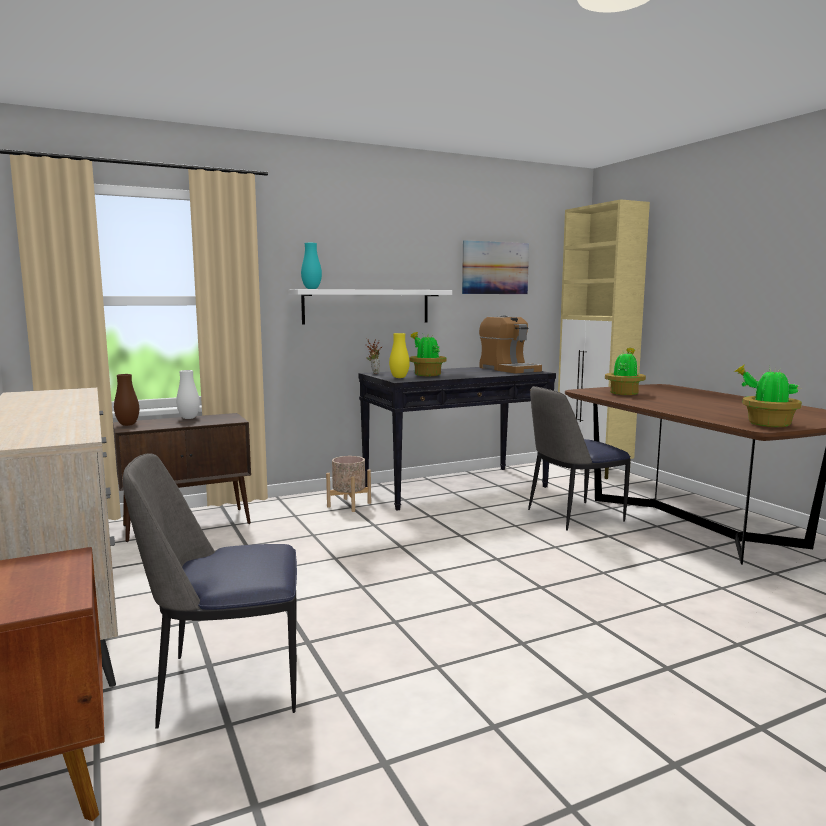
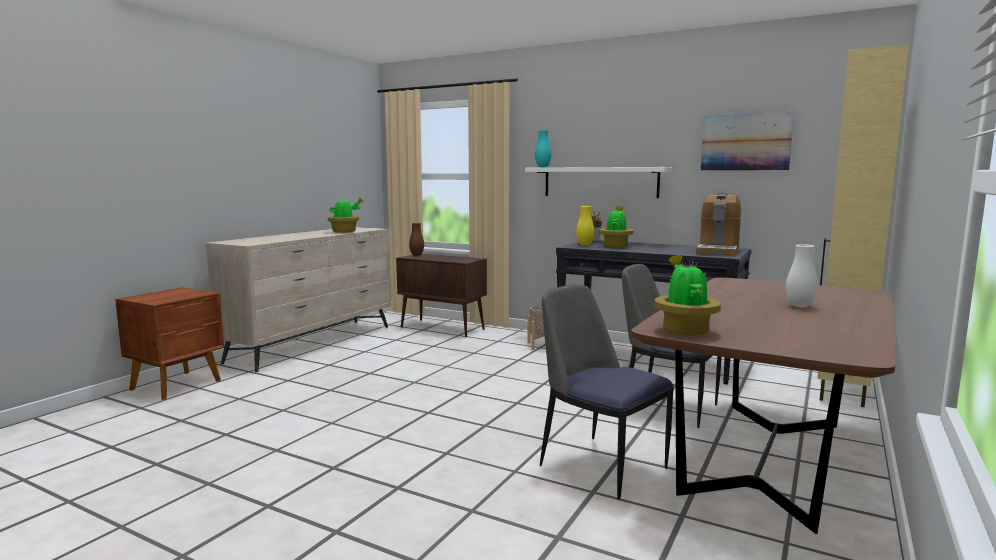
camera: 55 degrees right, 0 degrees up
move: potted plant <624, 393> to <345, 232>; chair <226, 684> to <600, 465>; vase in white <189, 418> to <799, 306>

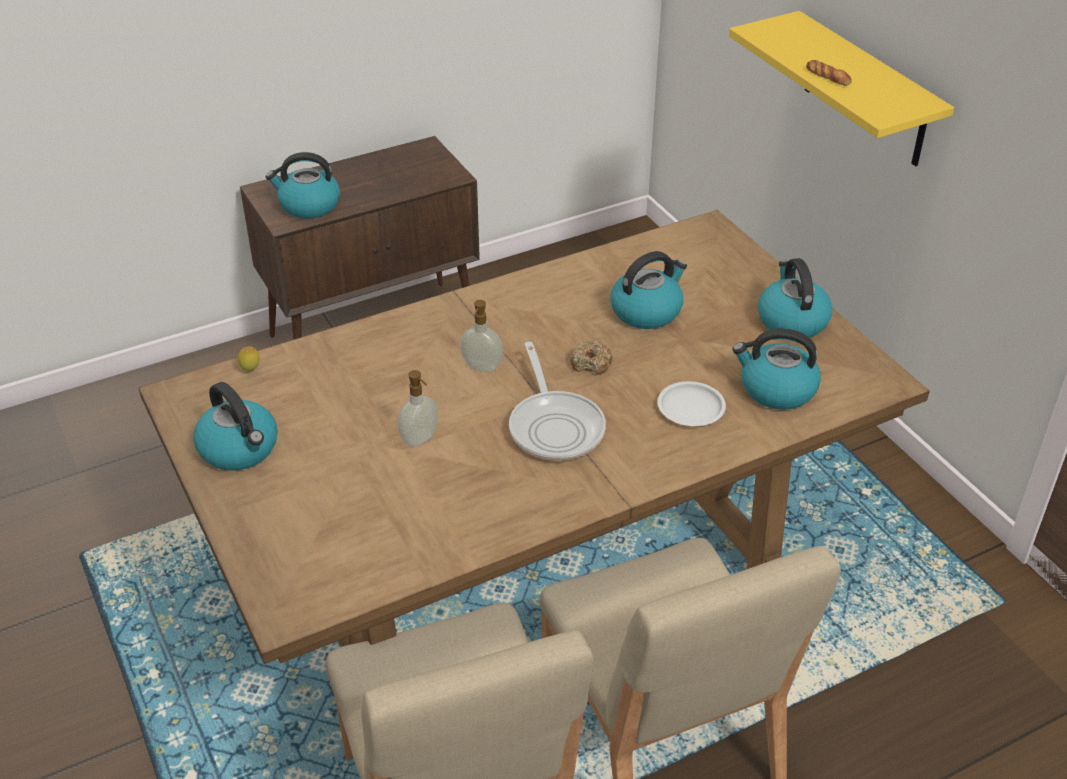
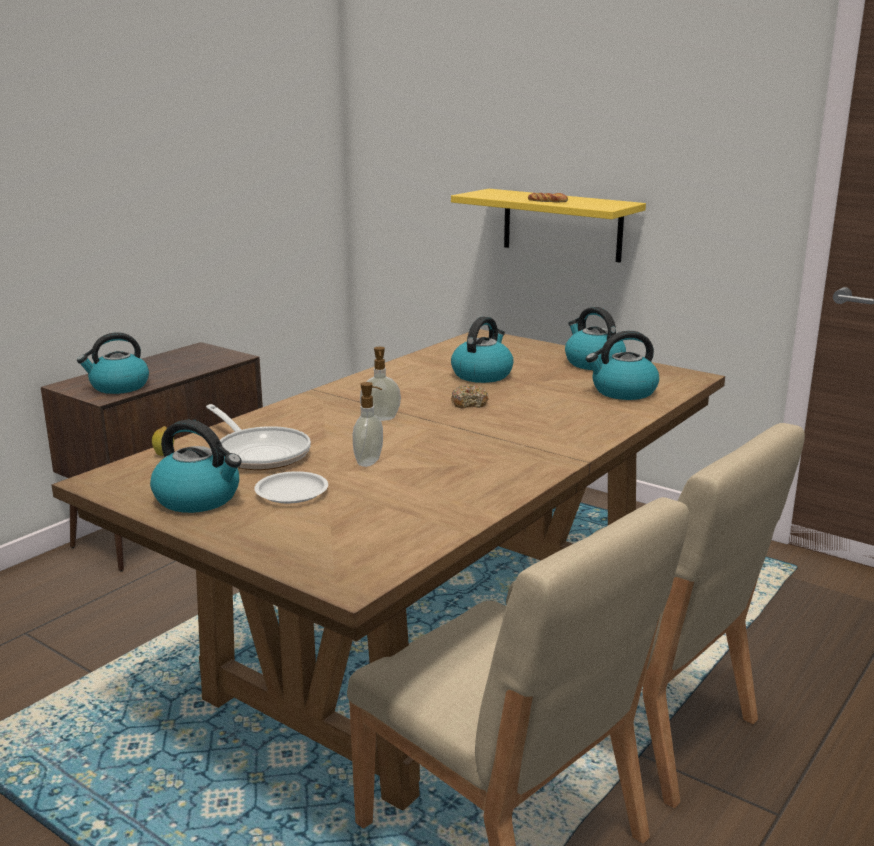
camera: 25 degrees left, 20 degrees down
move: frying pan <555, 426> to <260, 453>; plate in white <690, 408> to <291, 492>

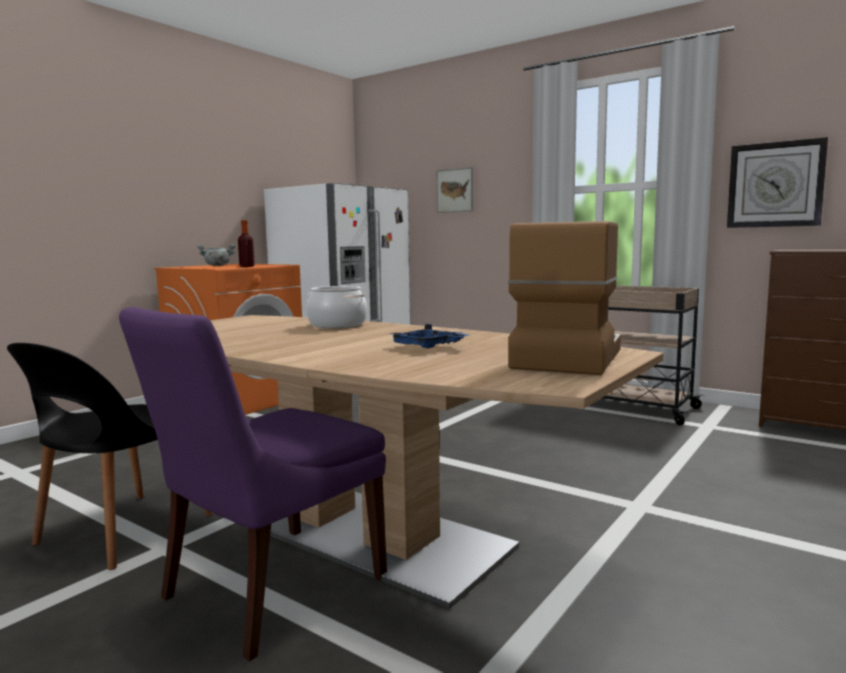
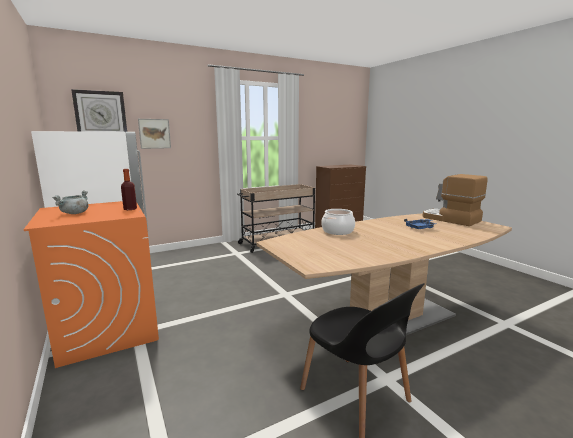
camera: 65 degrees left, 5 degrees up
delete: chair in purple <269, 591>
move: wall clock <775, 185> to <100, 114>

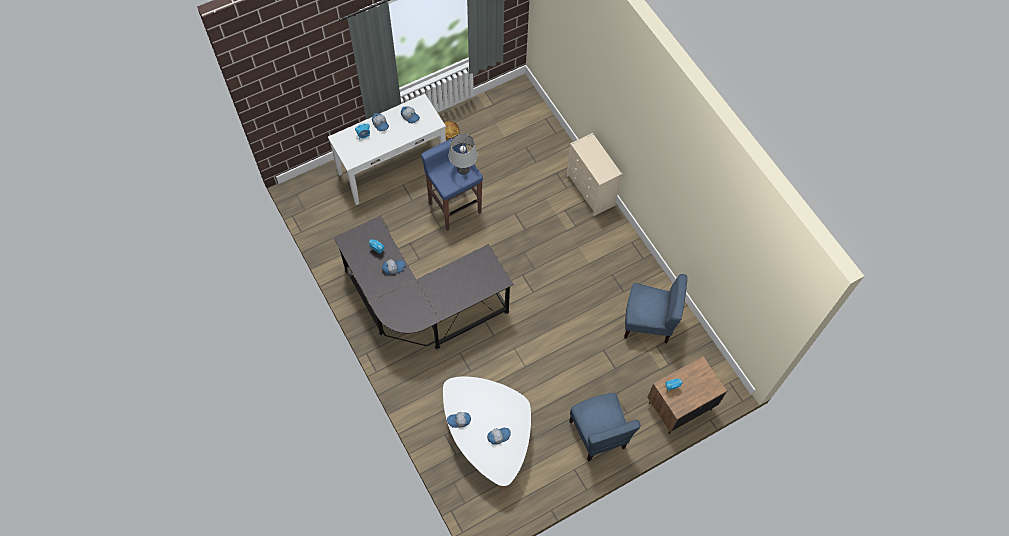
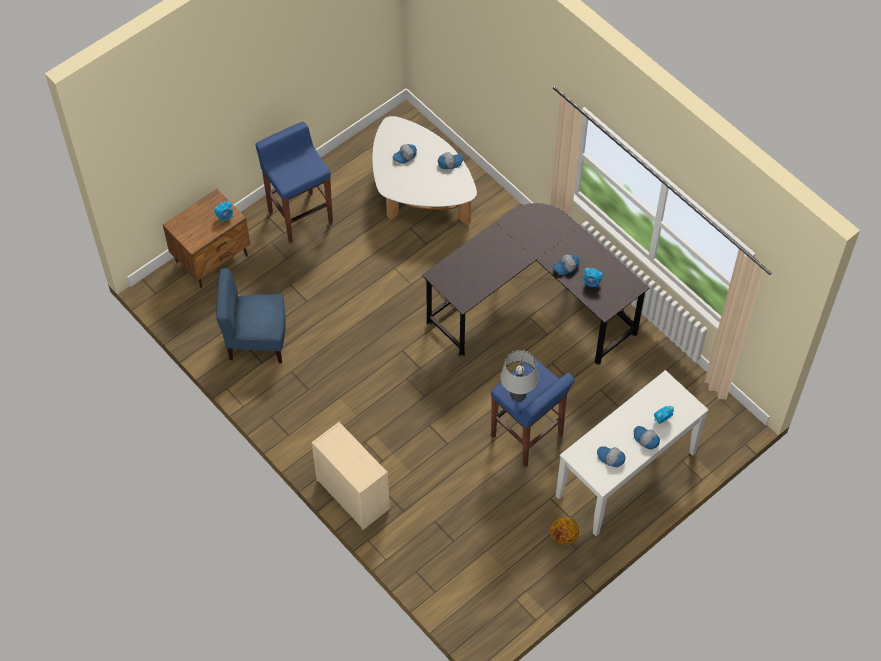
camera: 170 degrees right, 5 degrees down
replace: chair in blue <598, 434> to stool in blue <300, 216>

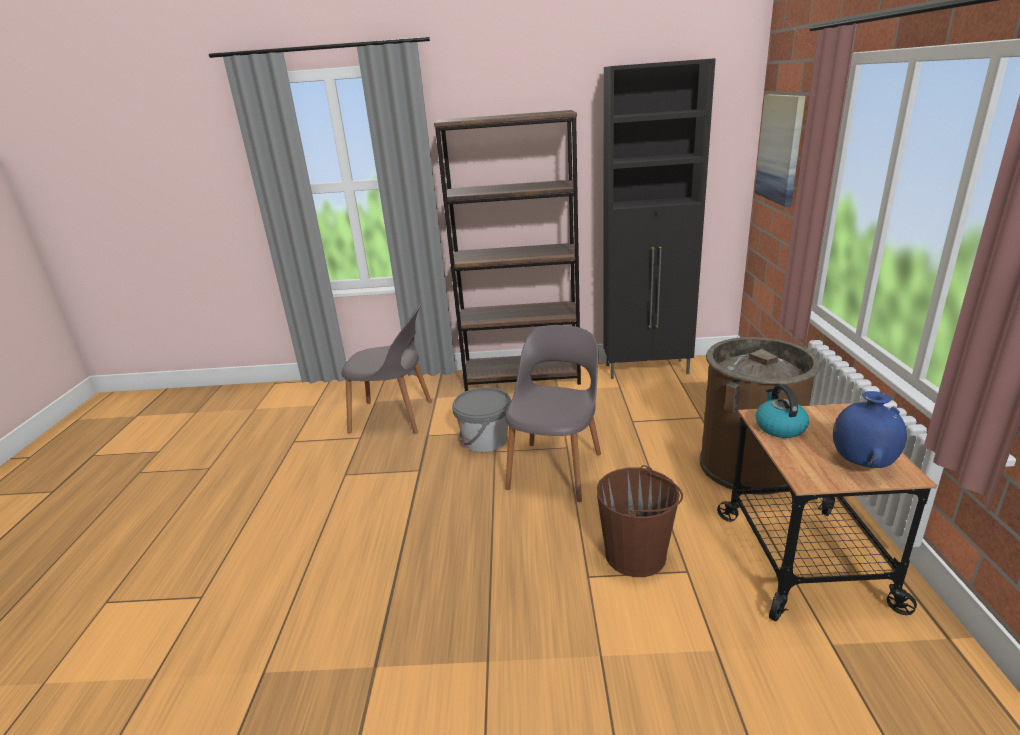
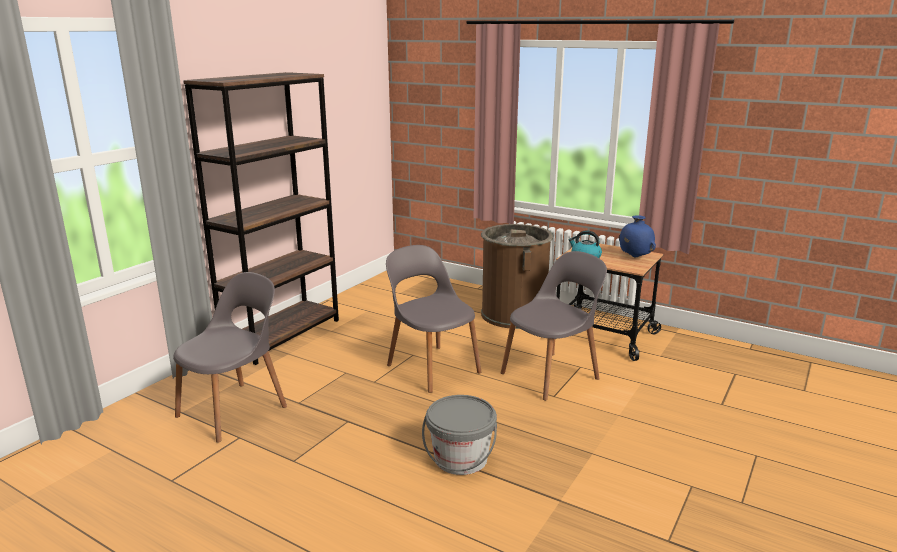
camera: 60 degrees left, 5 degrees down
delete: cabinet in black <648, 369>; picture <780, 148>
move: bucket in grey <485, 440> to <460, 459>
replace: bucket in brown <636, 555> to chair in grey <551, 375>

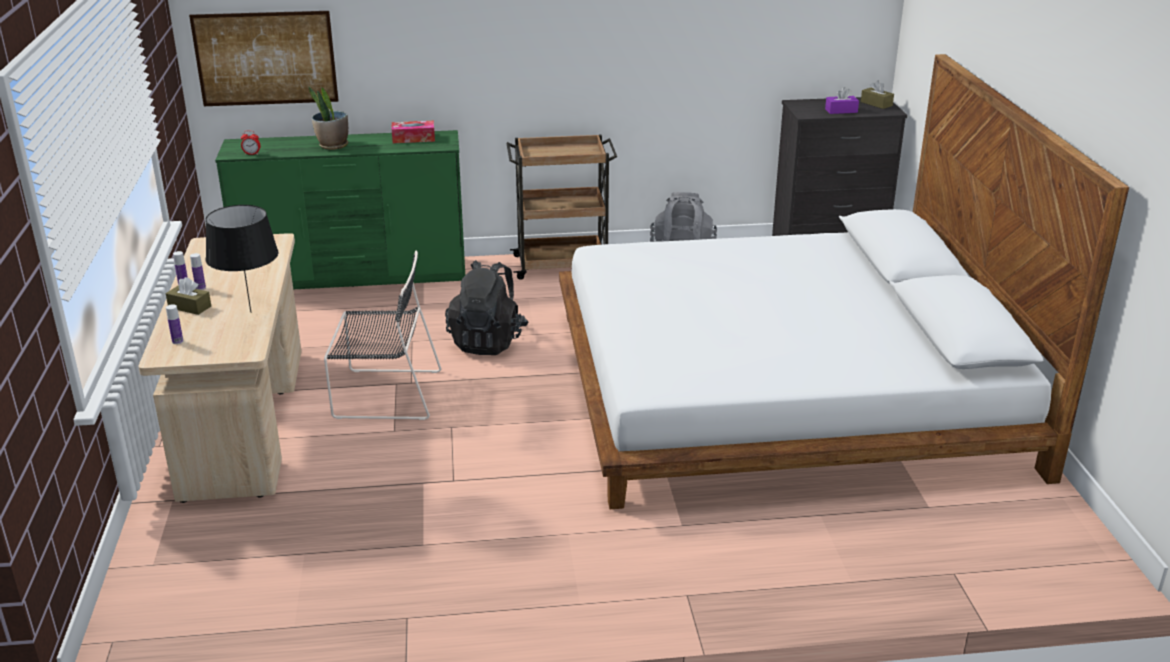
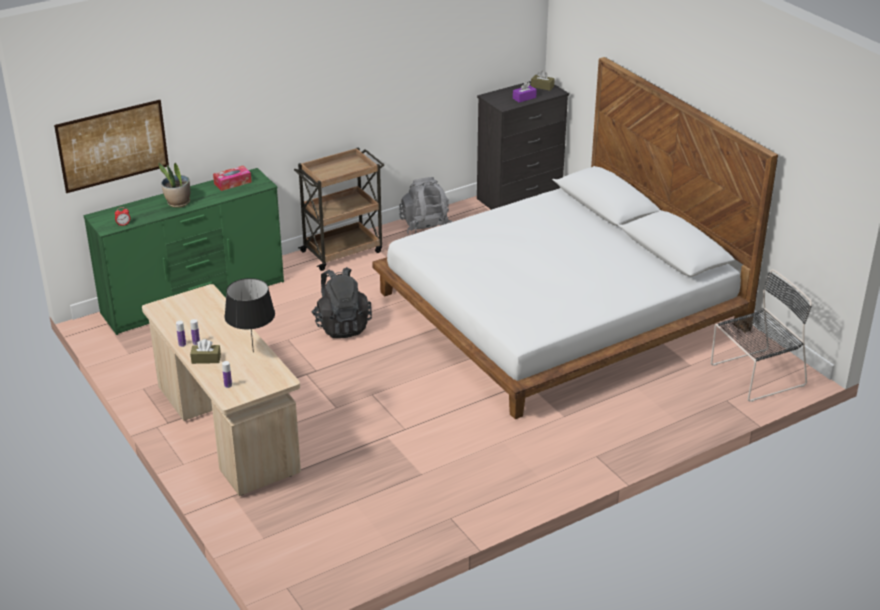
camera: 25 degrees left, 5 degrees up
move: chair in black <383, 394> to <755, 376>

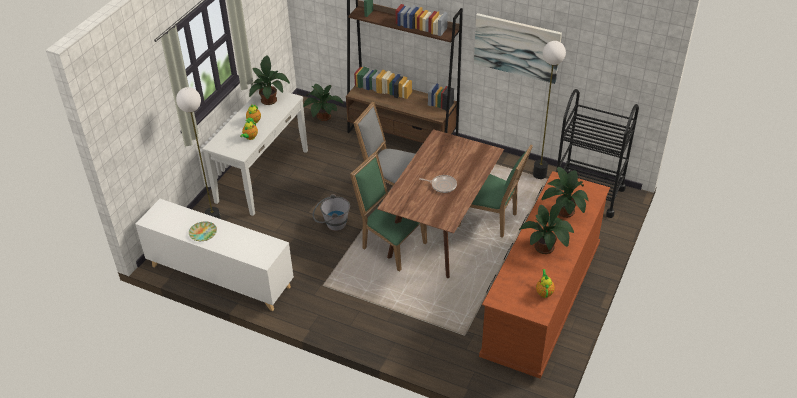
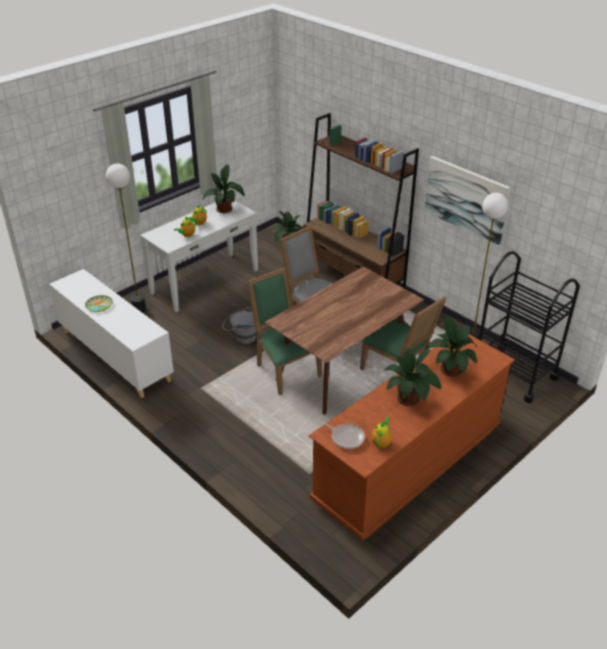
camera: 20 degrees right, 5 degrees down
move: frying pan <442, 185> to <346, 437>

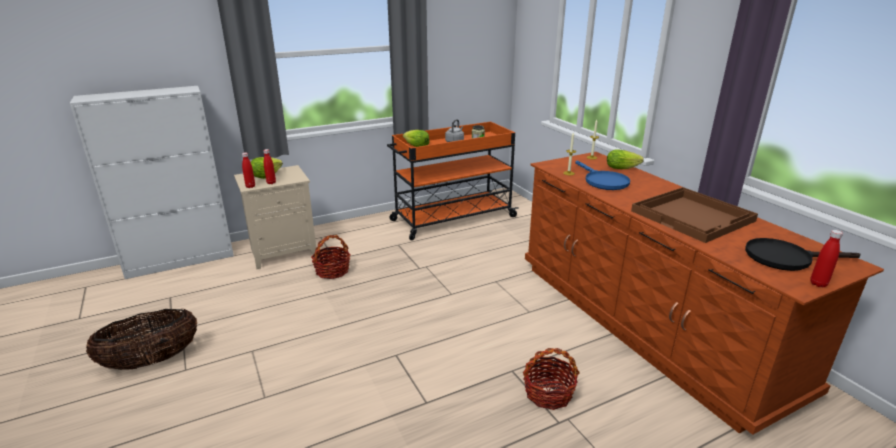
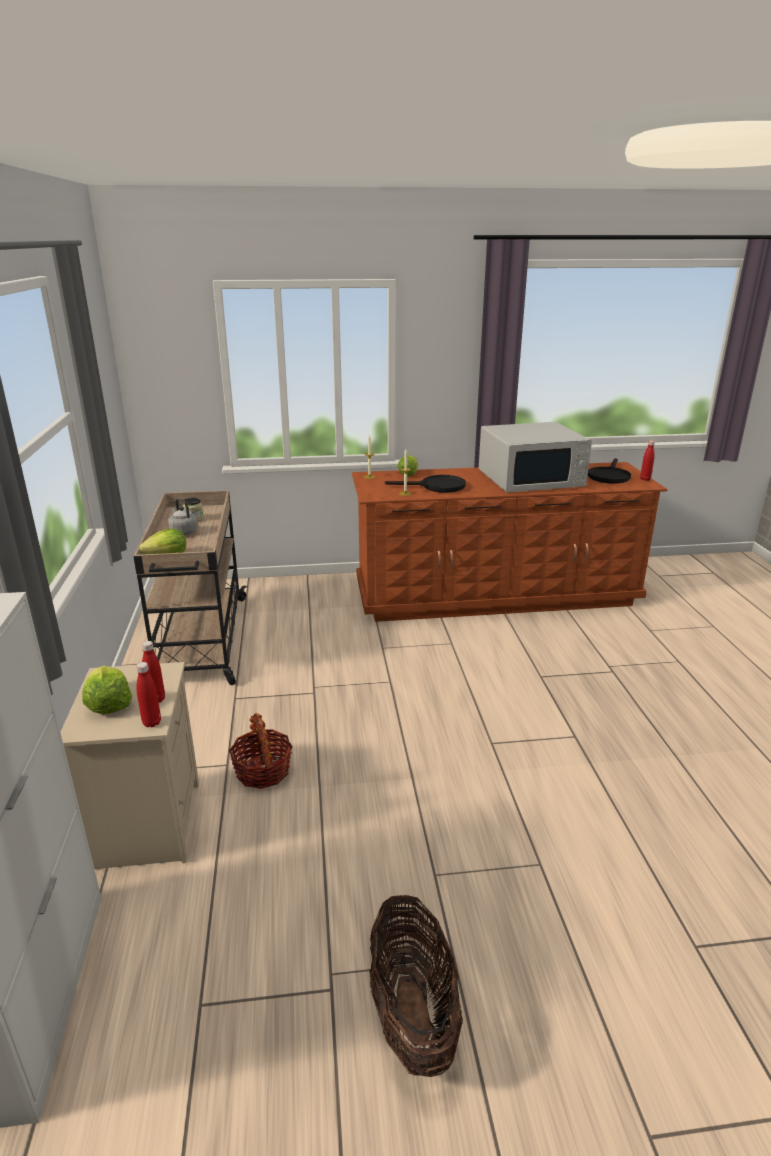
camera: 70 degrees left, 0 degrees up
delete: basket <548, 393>
replace: tray in brown <693, 216> to microwave in white <531, 479>
recolor: cart in orange <452, 219> to cart in beige <202, 641>; frying pan in blue <602, 181> to frying pan in black <436, 487>

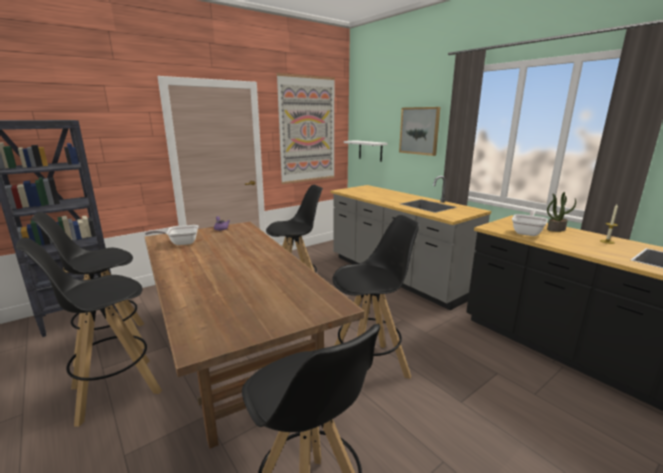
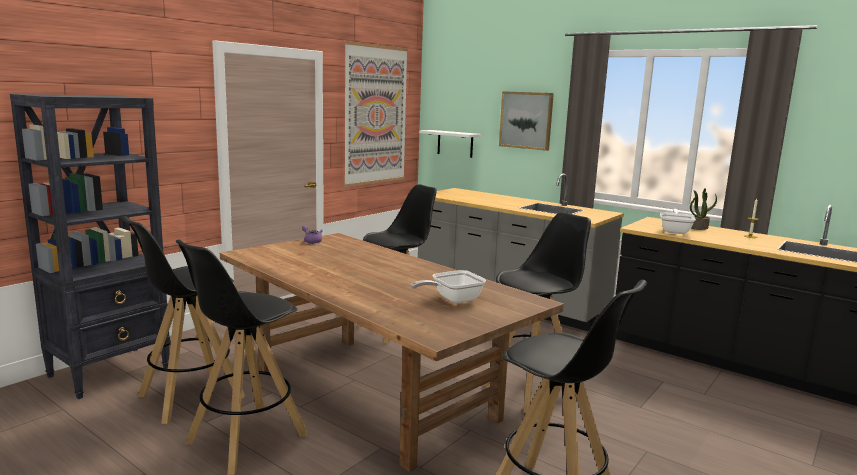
camera: 15 degrees left, 5 degrees down
move: frying pan <180, 243> to <452, 299>

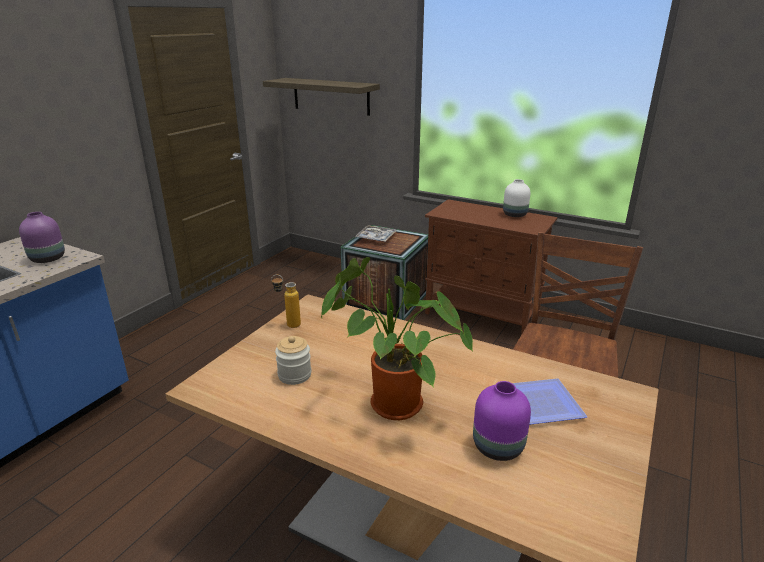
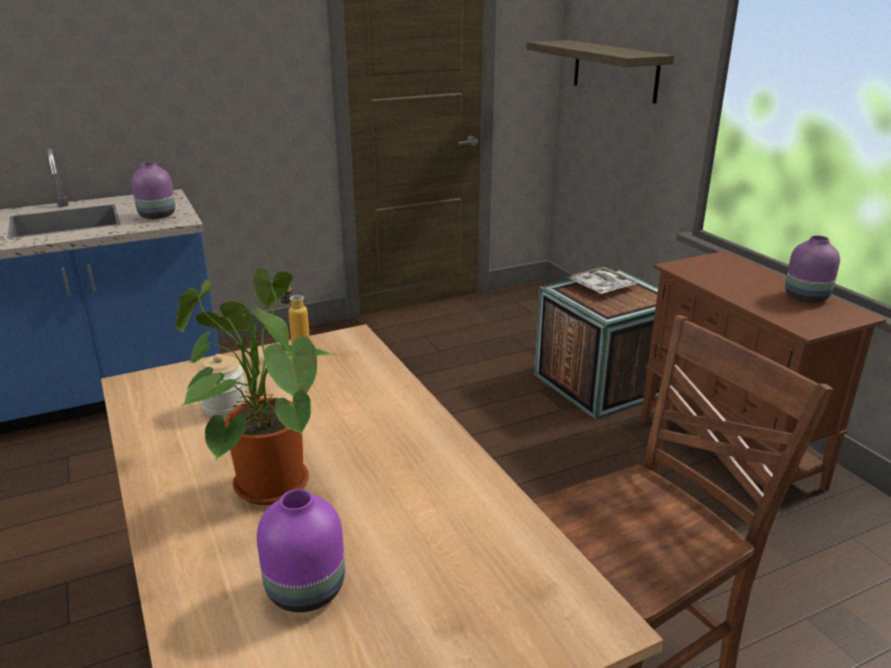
camera: 35 degrees right, 0 degrees up
delete: plate <539, 403>
recolor: vase in white <515, 215> to vase in purple <807, 298>

